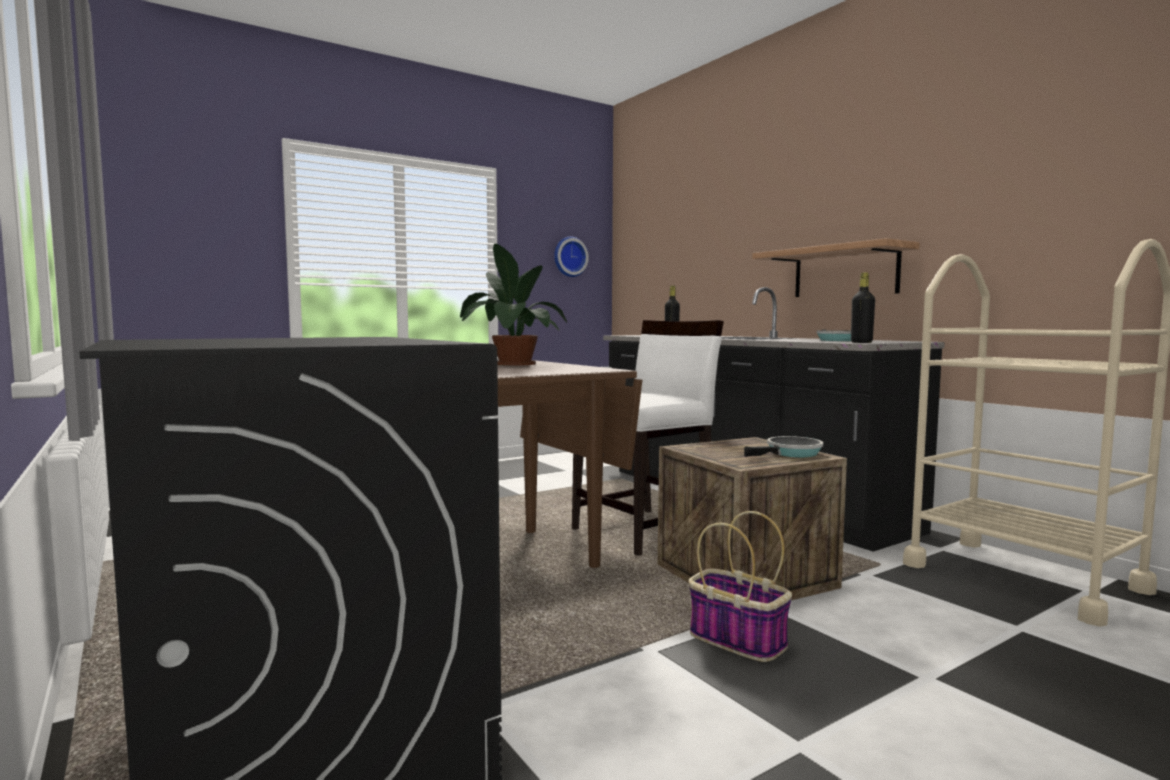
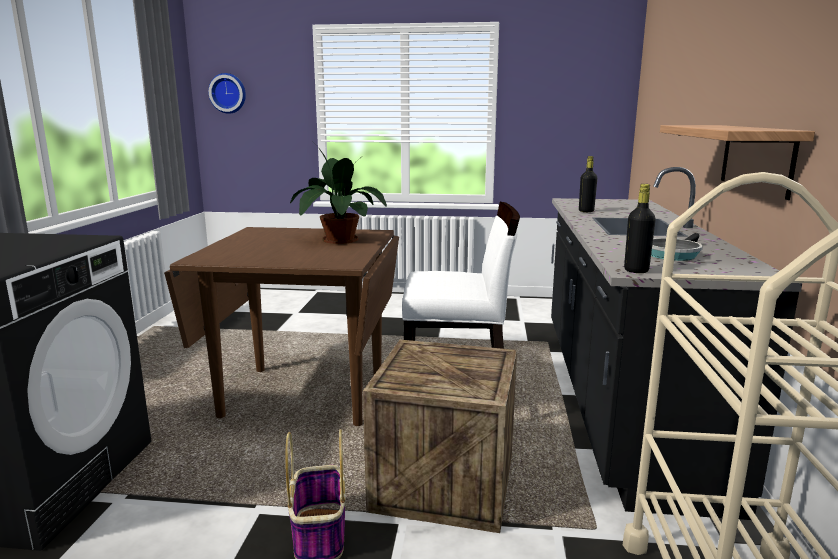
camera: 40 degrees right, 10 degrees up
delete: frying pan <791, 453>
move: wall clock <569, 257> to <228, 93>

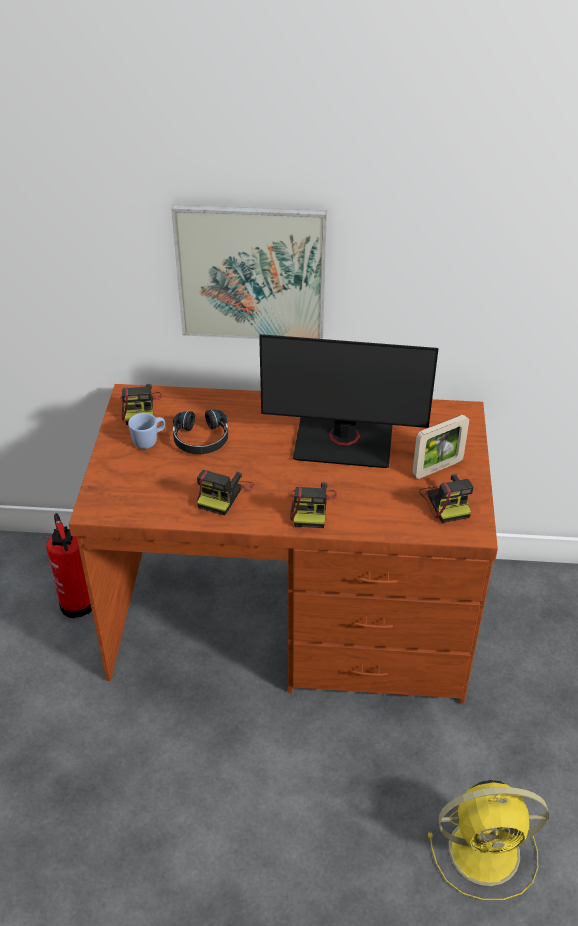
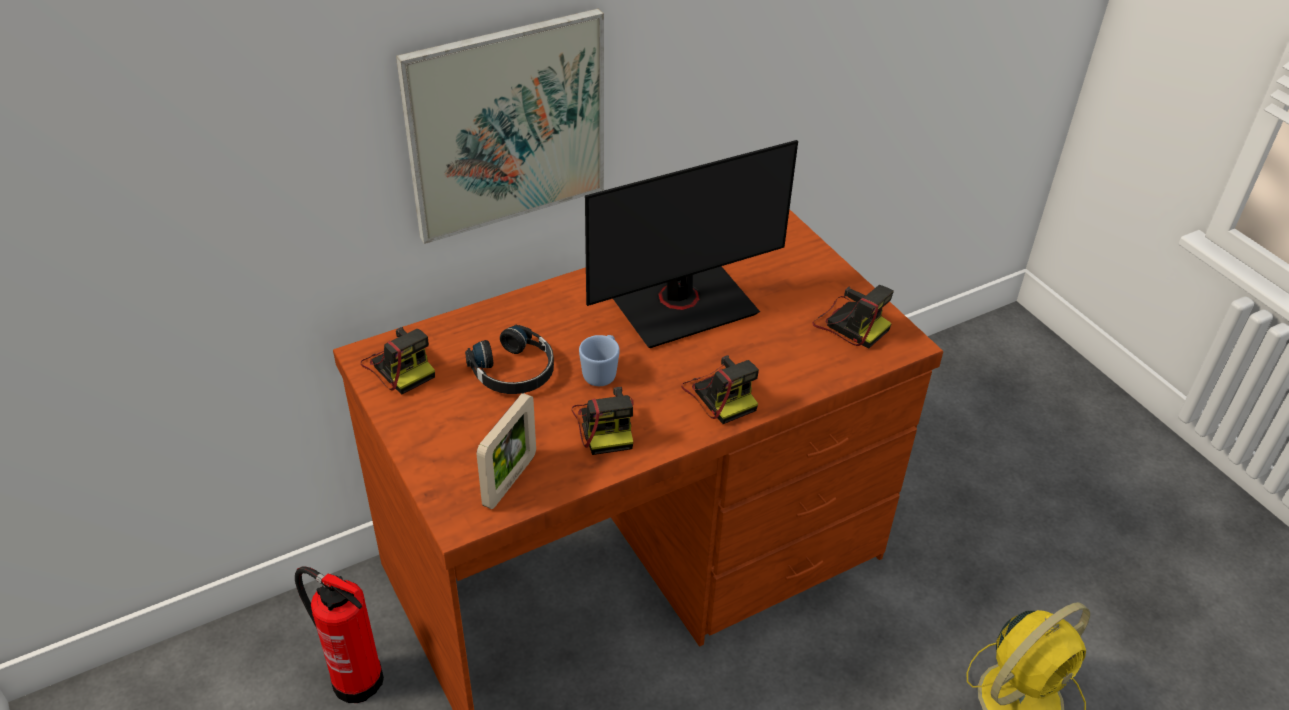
camera: 35 degrees left, 0 degrees up
move: picture frame <437, 468> to <510, 480>; mug in blue <149, 441> to <602, 373>

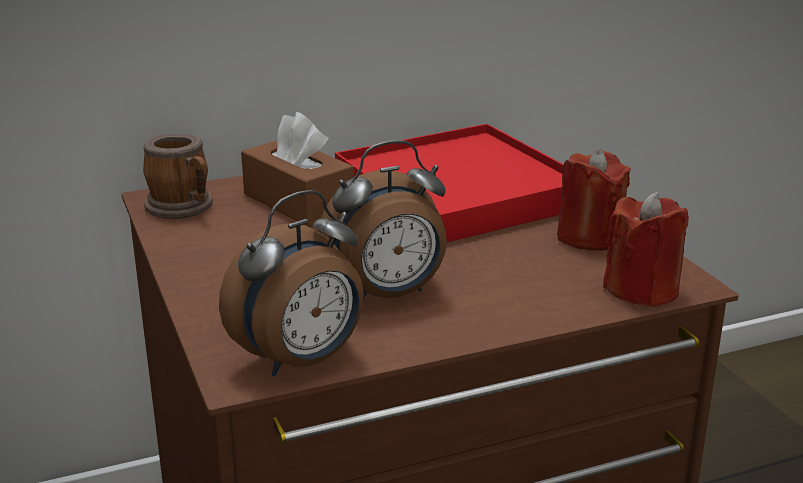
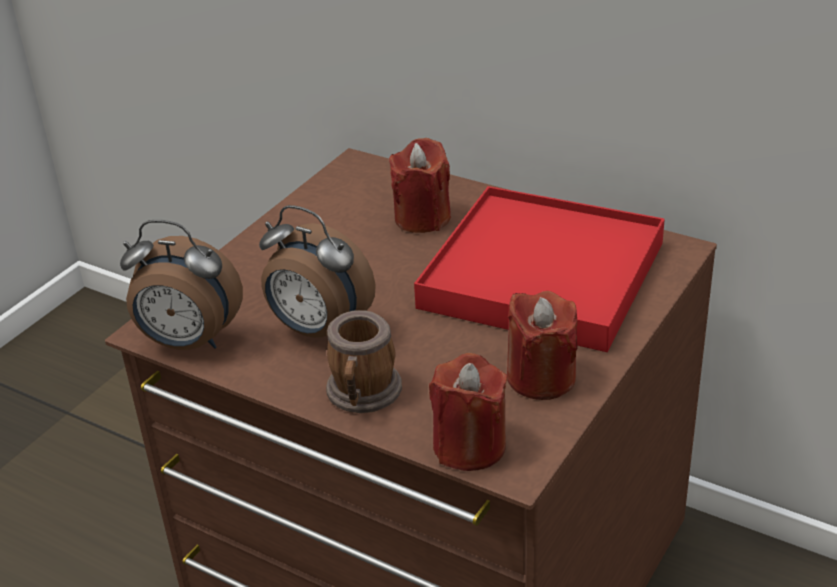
camera: 55 degrees right, 10 degrees up
move: mug <184, 208> to <363, 395>
replace: tissue box in brown <298, 202> to candle in red <422, 218>

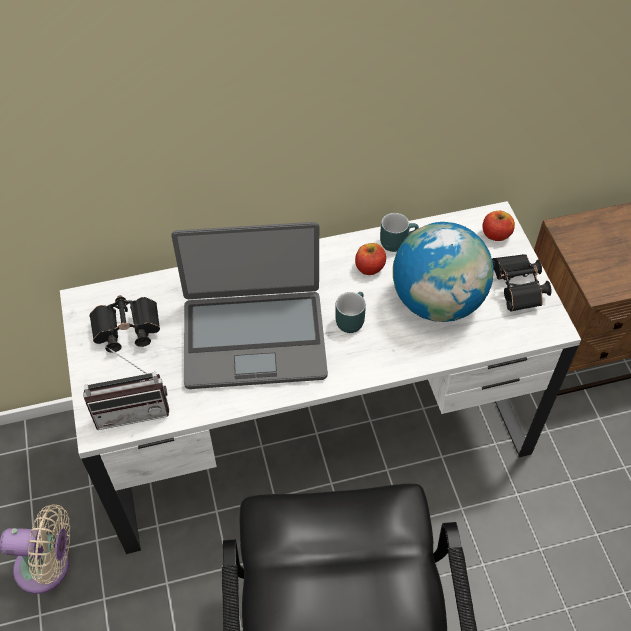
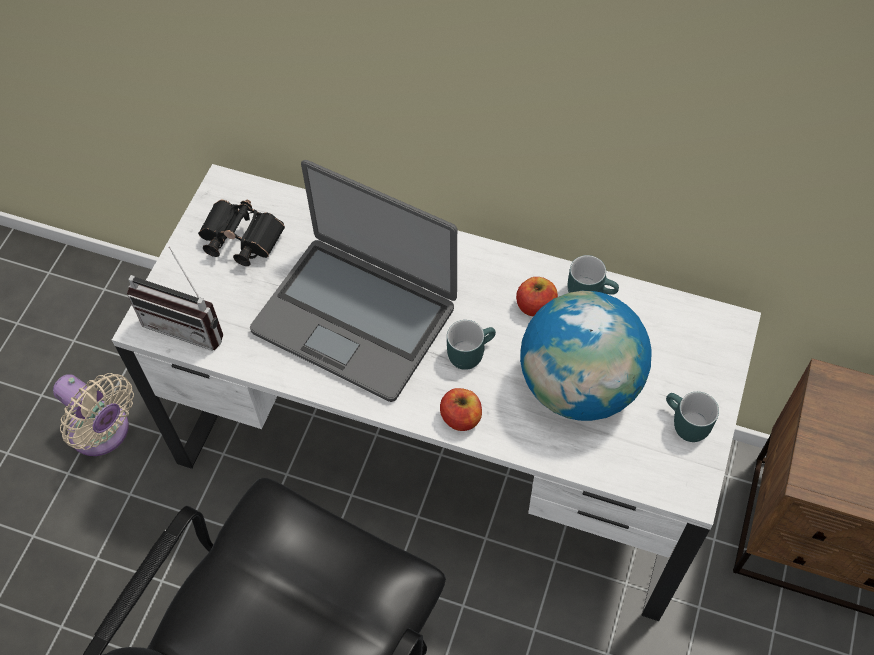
camera: 35 degrees right, 5 degrees up
move: apple <496, 234> to <461, 417>
replace: binoculars in black <518, 290> to mug in turquoise <684, 425>

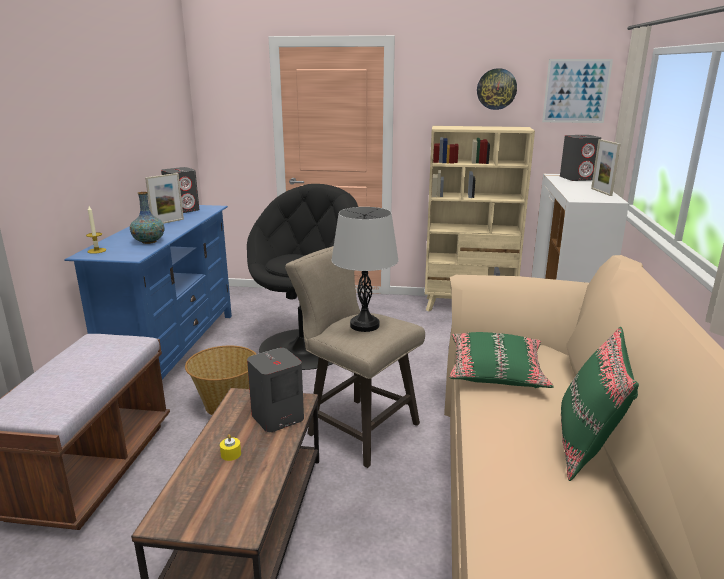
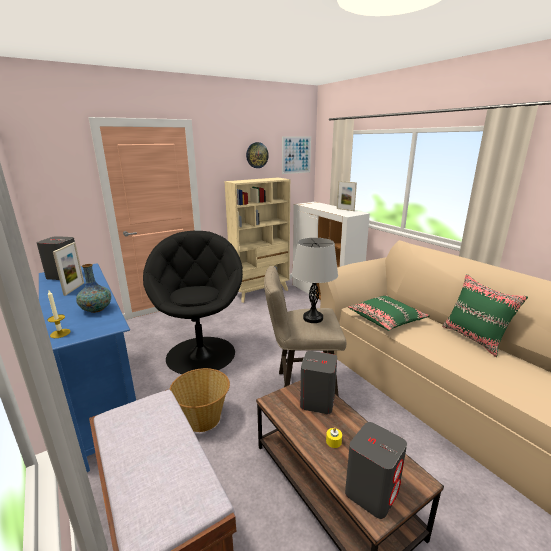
camera: 40 degrees left, 0 degrees up
move: speaker in grey <577, 178> to <372, 492>

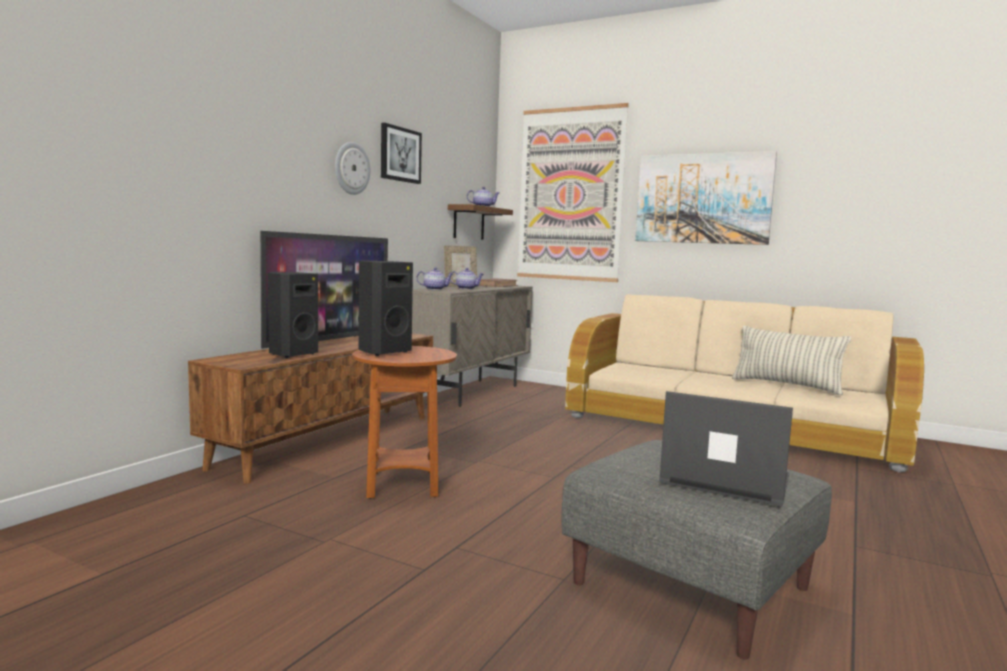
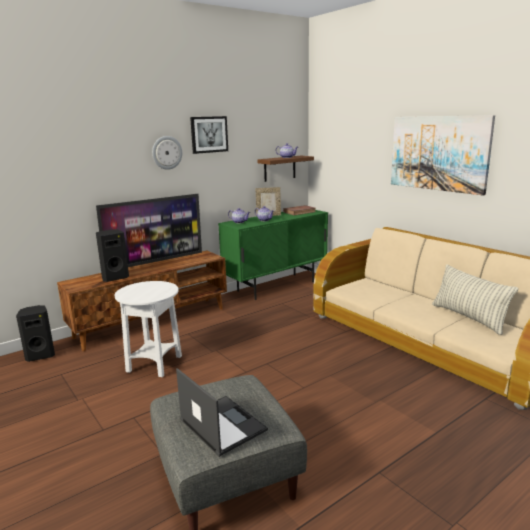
camera: 25 degrees right, 10 degrees up
delete: picture <570, 194>
move: speaker in black <383, 352> to <40, 355>
recolor: side table in brown <403, 485> to side table in white <154, 364>; cabinet in beige <471, 392> to cabinet in green <276, 286>

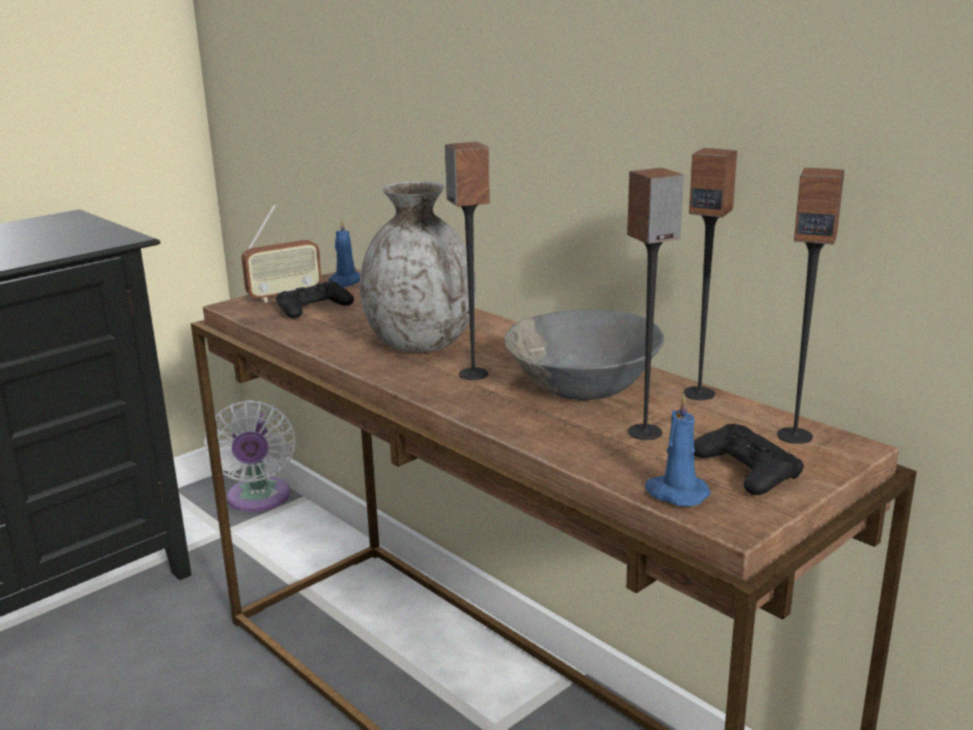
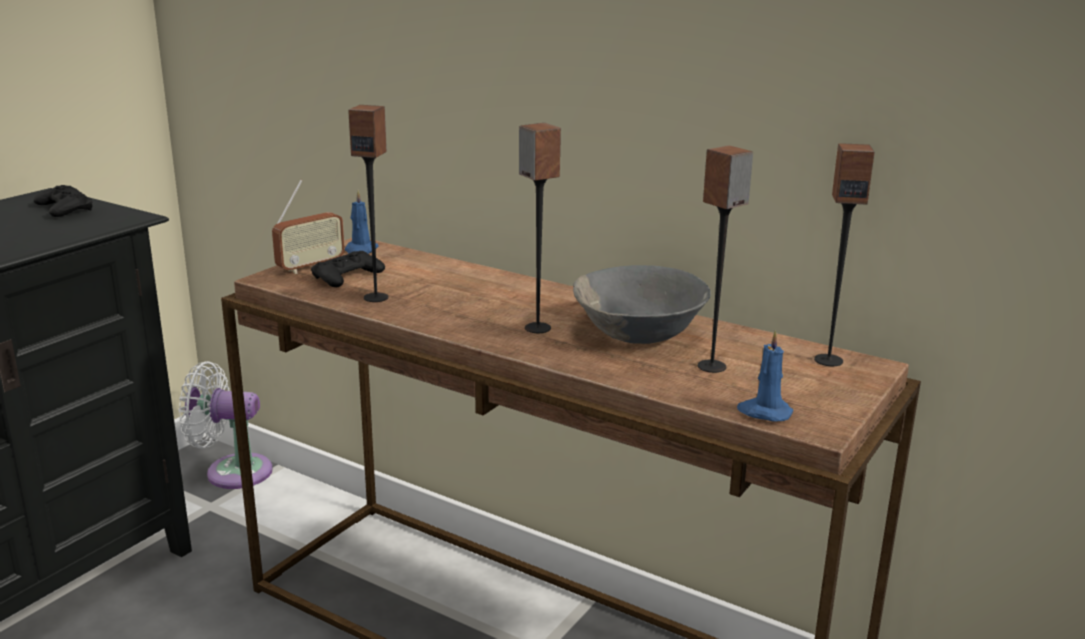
camera: 15 degrees left, 0 degrees up
delete: vase in grey <420, 344>
move: game controller in black <746, 470> to <64, 208>; speaker <699, 393> to <376, 297>
rotate: fan in white <258, 499> = <232, 471> 120 degrees clockwise

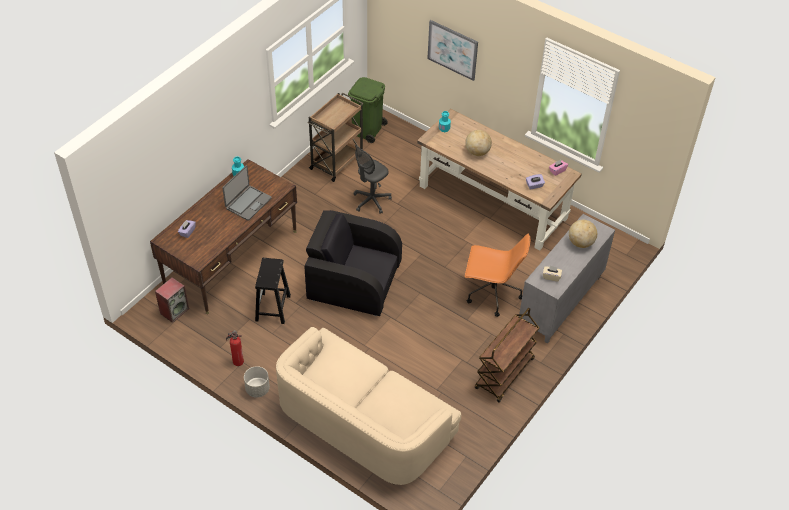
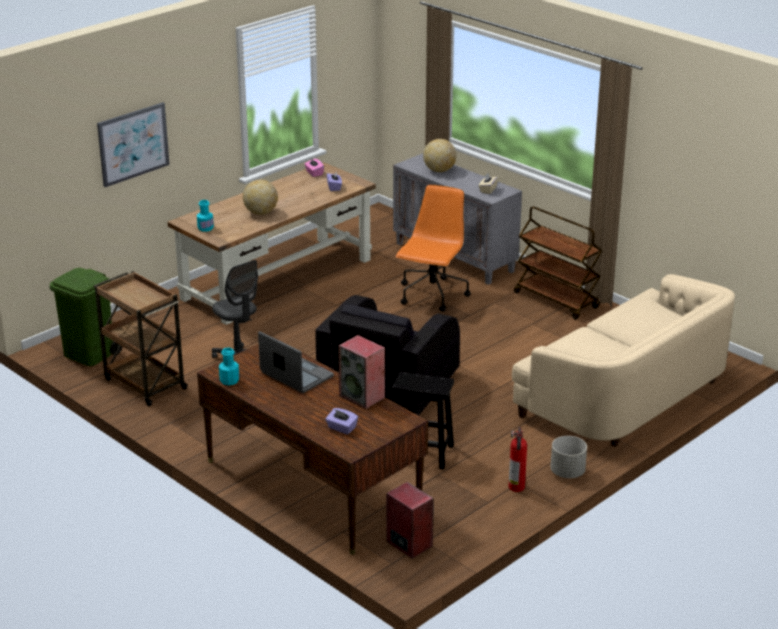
camera: 80 degrees left, 20 degrees down
insert: speaker <363, 396>

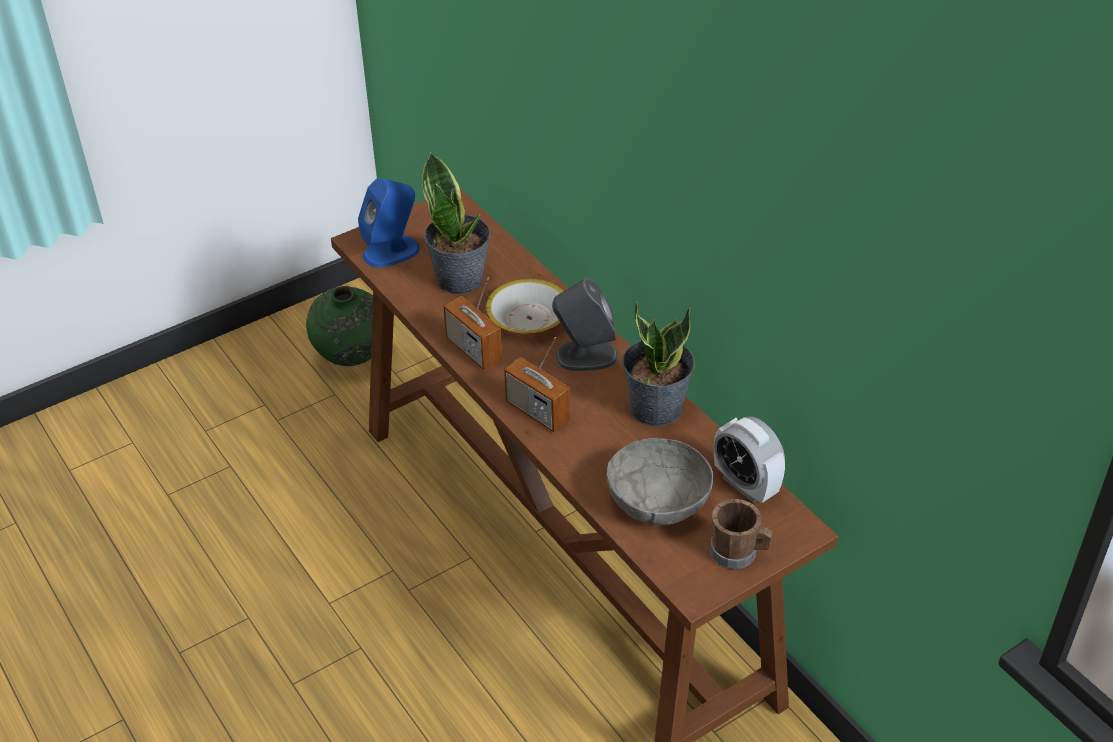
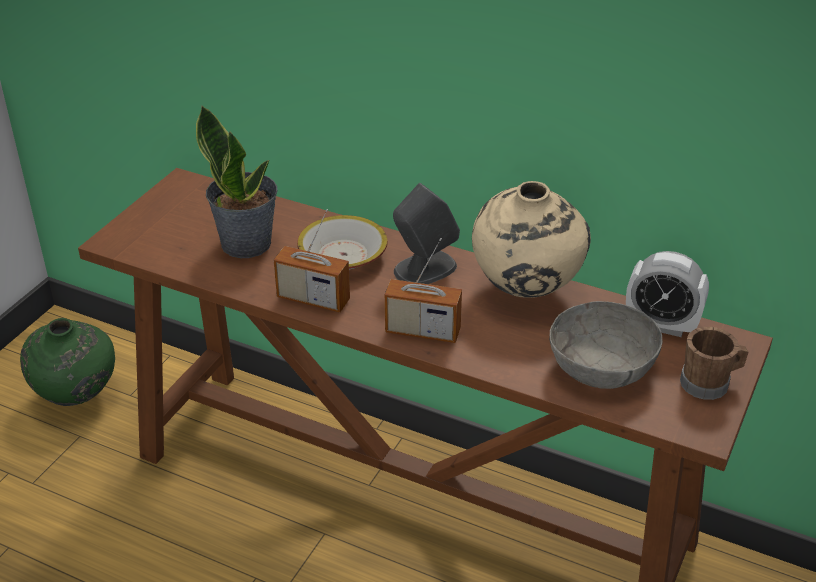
camera: 30 degrees left, 5 degrees down
delete: speaker in blue <392, 251>
replace: potted plant <655, 408> to vase in beige <526, 290>

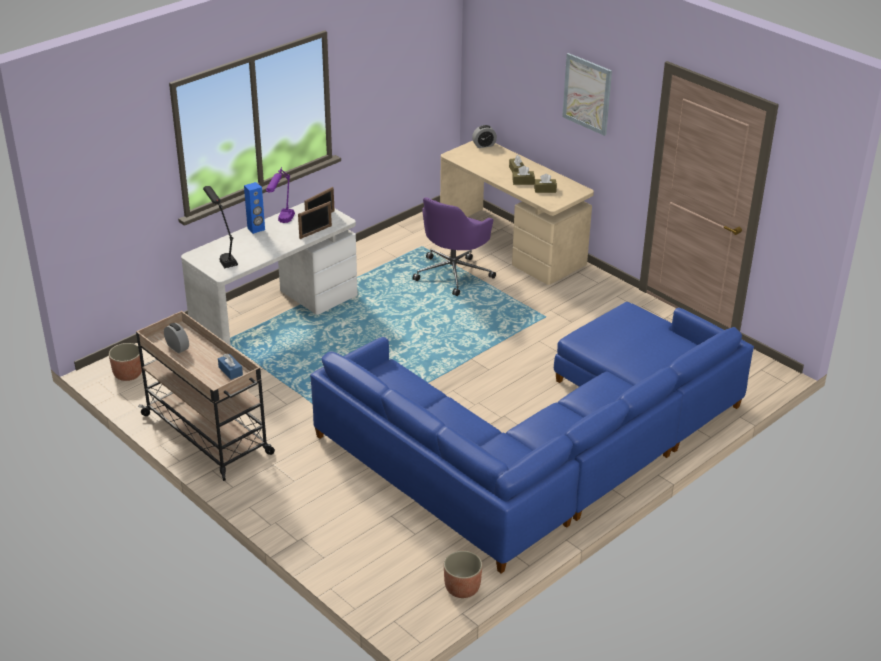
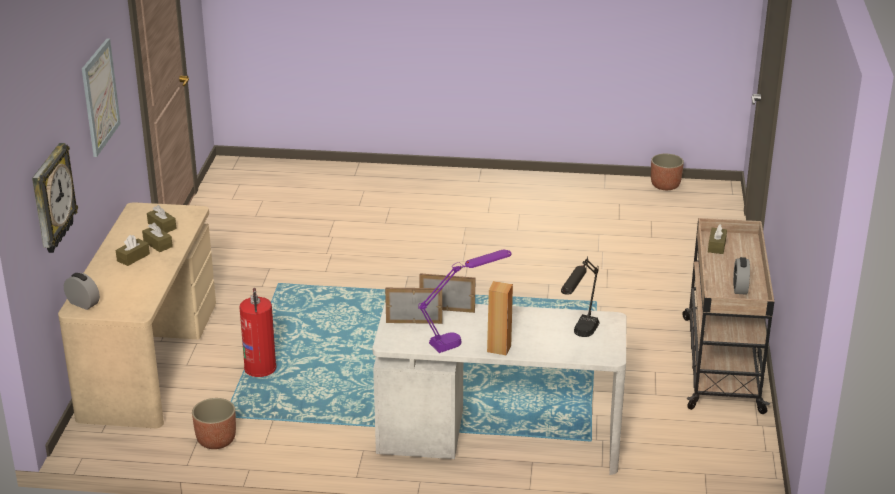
camera: 130 degrees left, 5 degrees down
delete: sofa in blue <544, 446>
insert: wall clock <51, 199>
move: planter <128, 374> to <216, 440>
replace: office chair in purple <454, 273> to fire extinguisher <260, 368>
recolor: speaker in blue <256, 229> to speaker in brown <499, 348>; tissue box in blue <230, 371> to tissue box in brown <716, 246>

